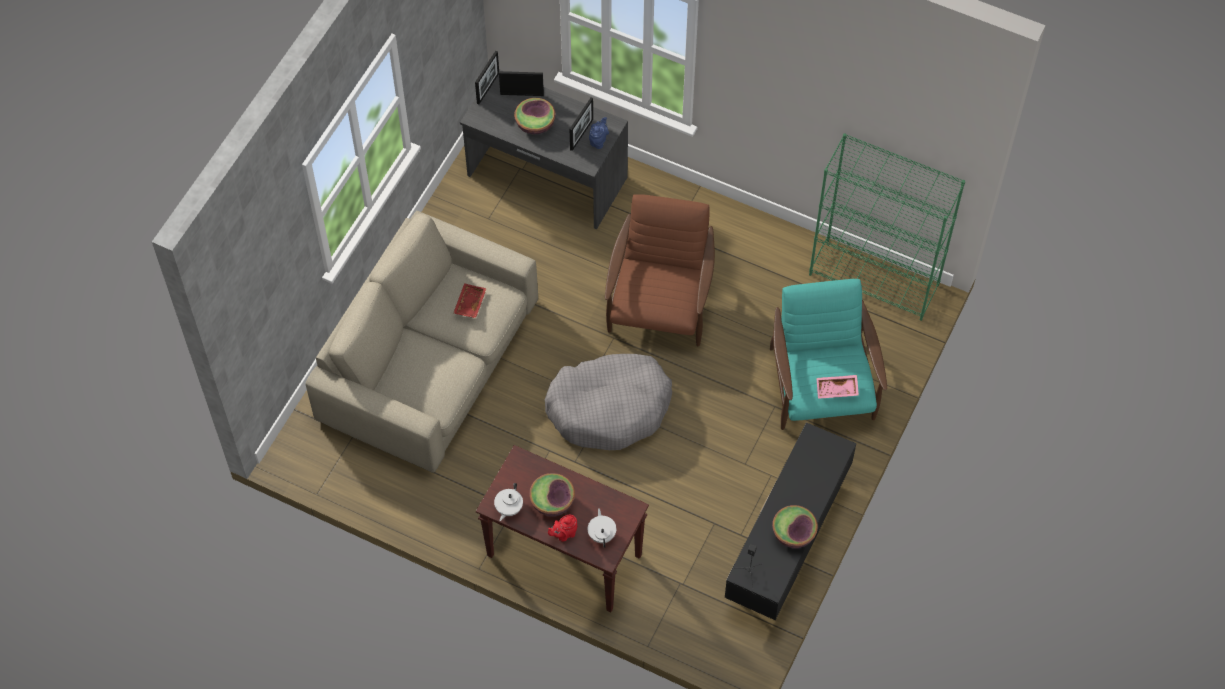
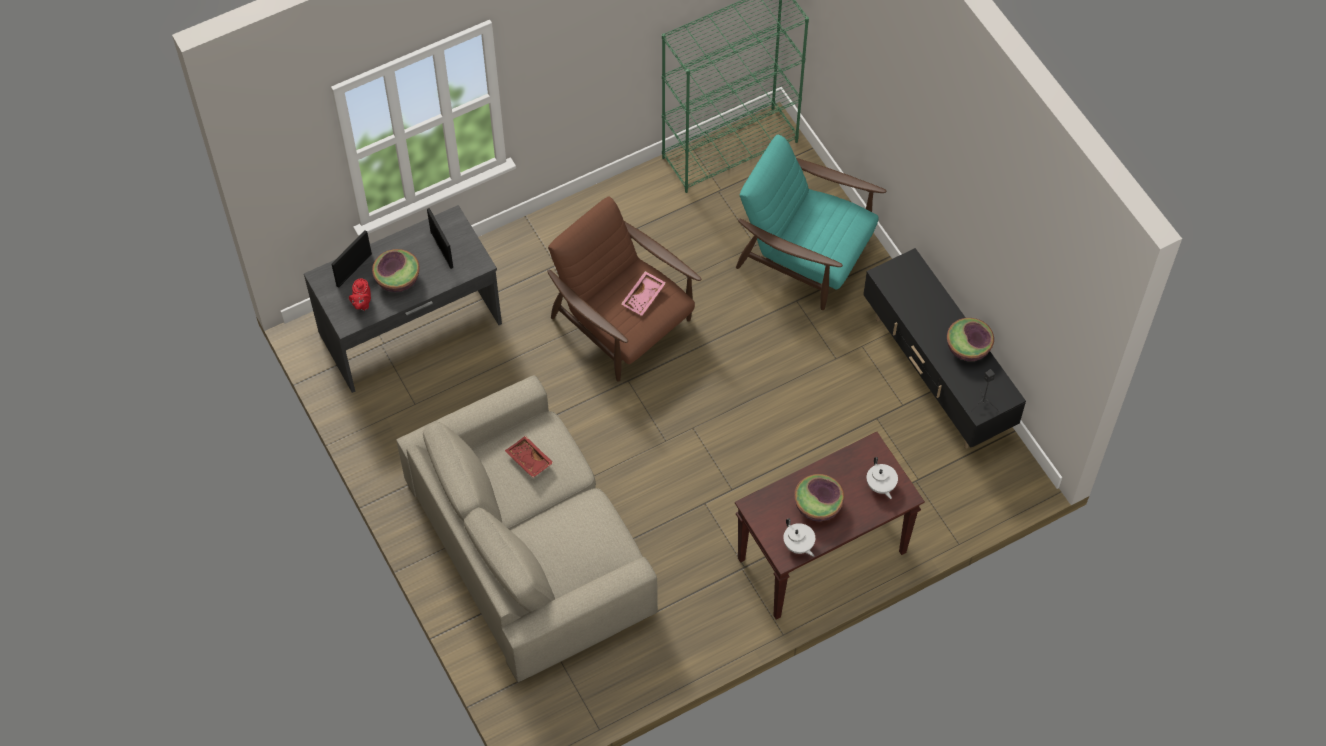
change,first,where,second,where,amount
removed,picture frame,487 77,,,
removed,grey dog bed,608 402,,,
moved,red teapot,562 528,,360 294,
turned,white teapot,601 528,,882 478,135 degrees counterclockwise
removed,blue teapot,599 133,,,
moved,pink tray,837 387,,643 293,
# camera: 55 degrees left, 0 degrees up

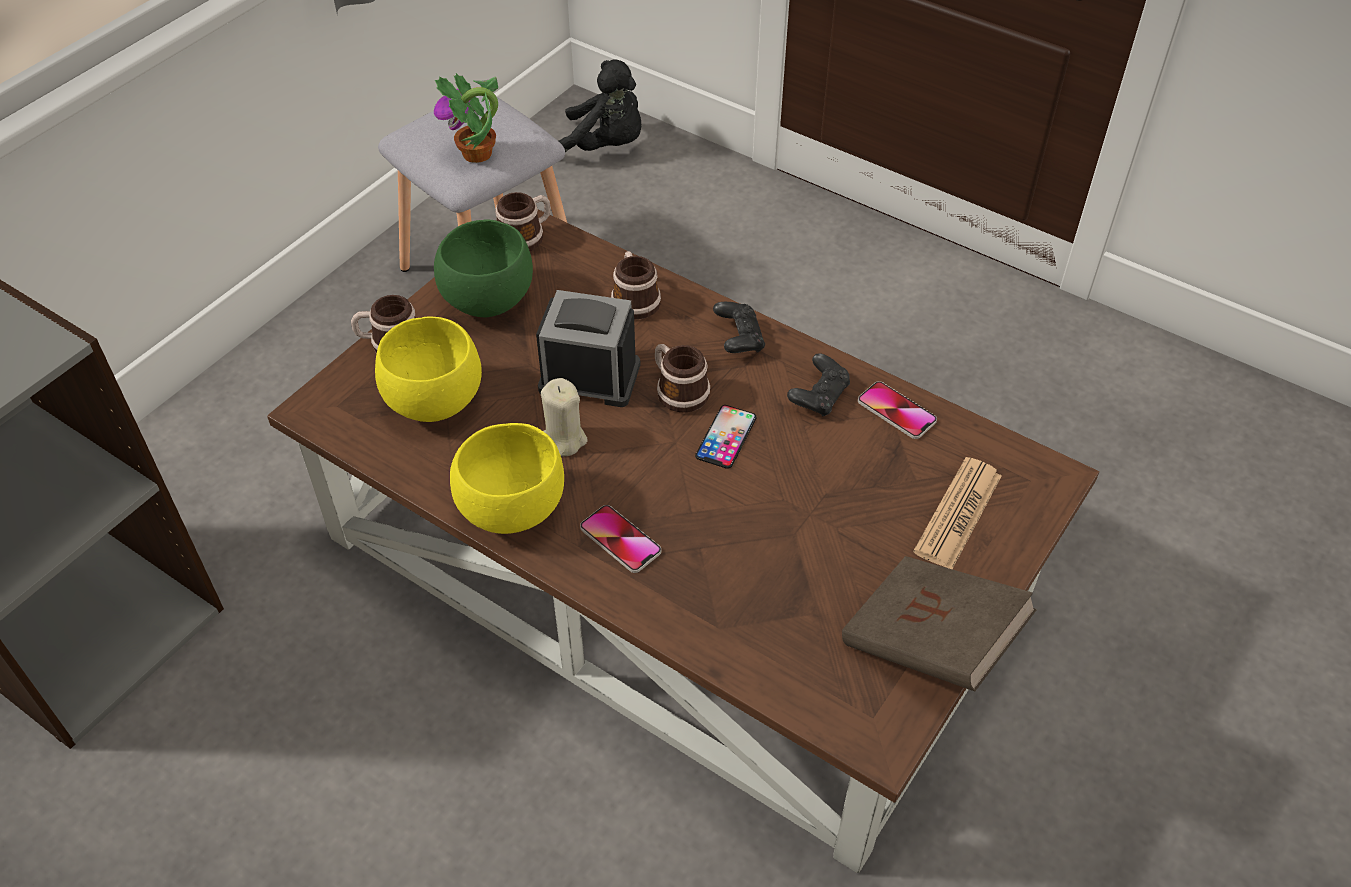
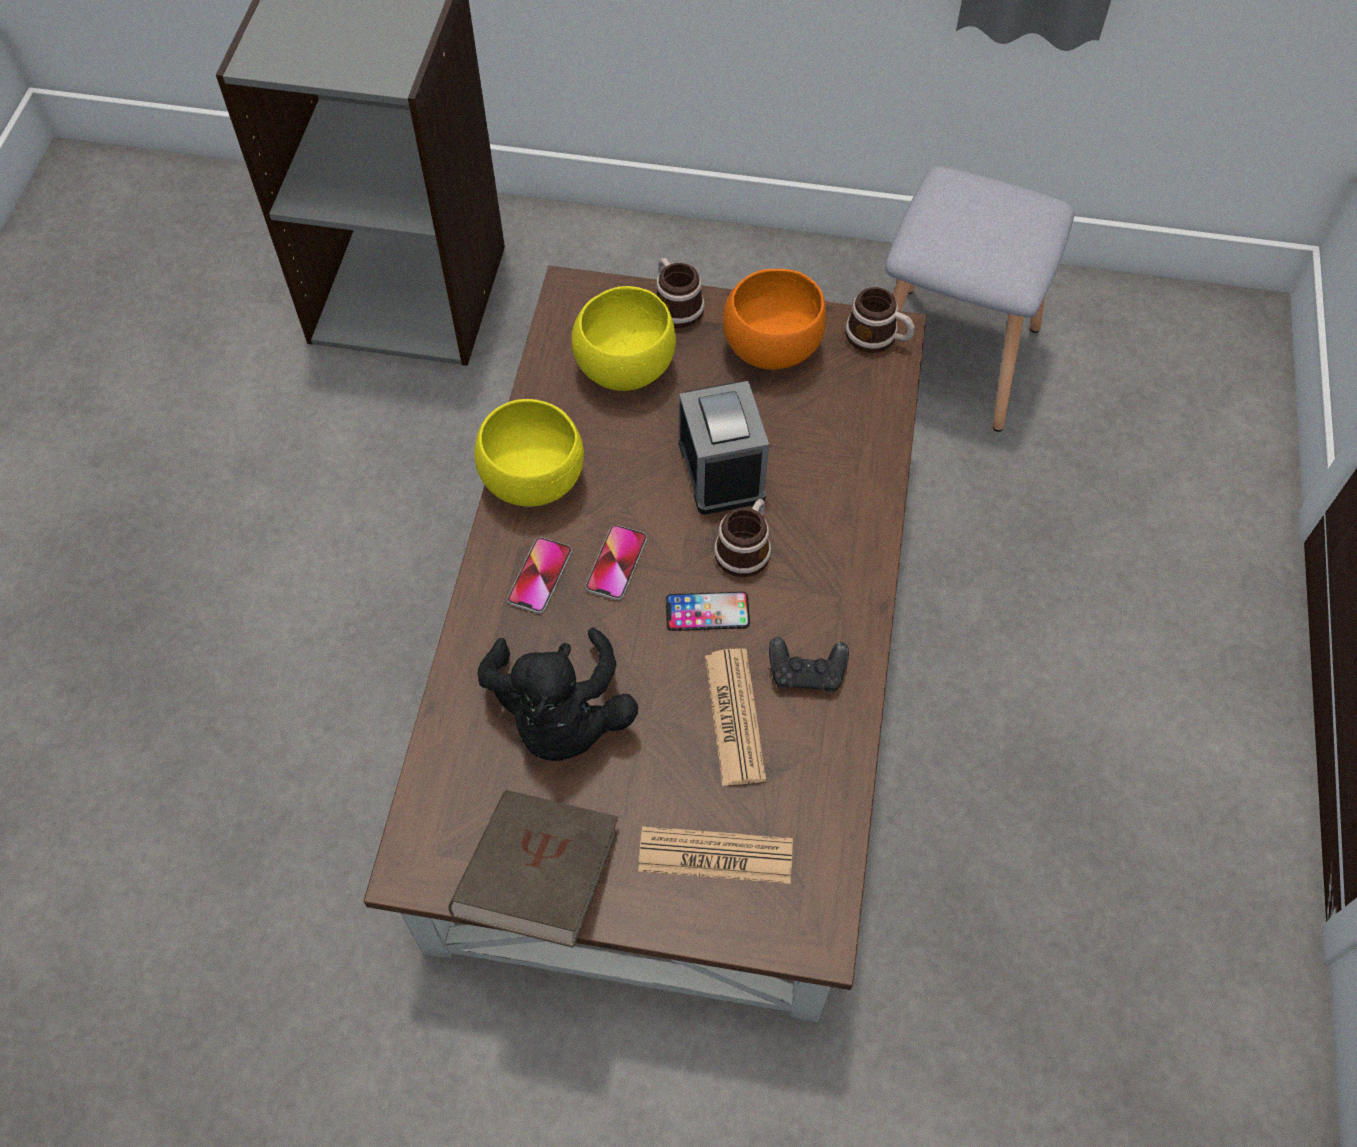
change,first,where,second,where,amount
removed,potted plant,466 118,,,
recoloured,green bowl,483 268,orange bowl,774 319,
removed,beige candle,564 417,,,
moved,black plush toy,600 106,,557 694,
removed,mug,636 285,,,
removed,black game controller,739 327,,,
moved,phone,897 410,,616 562,
added,,,newspaper,735 717,
# camera: 65 degrees right, 10 degrees up

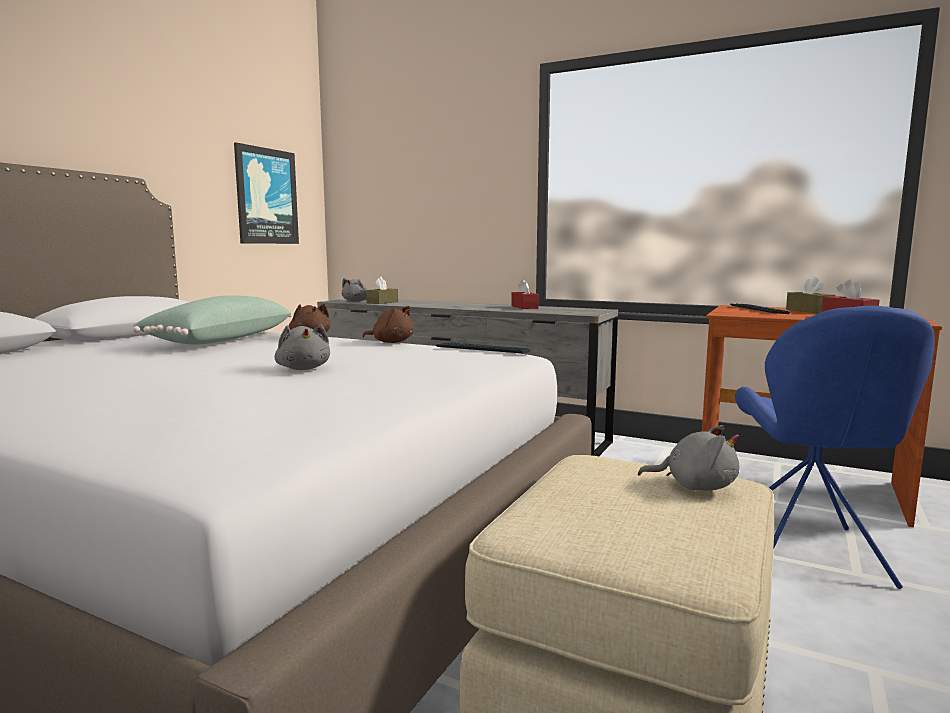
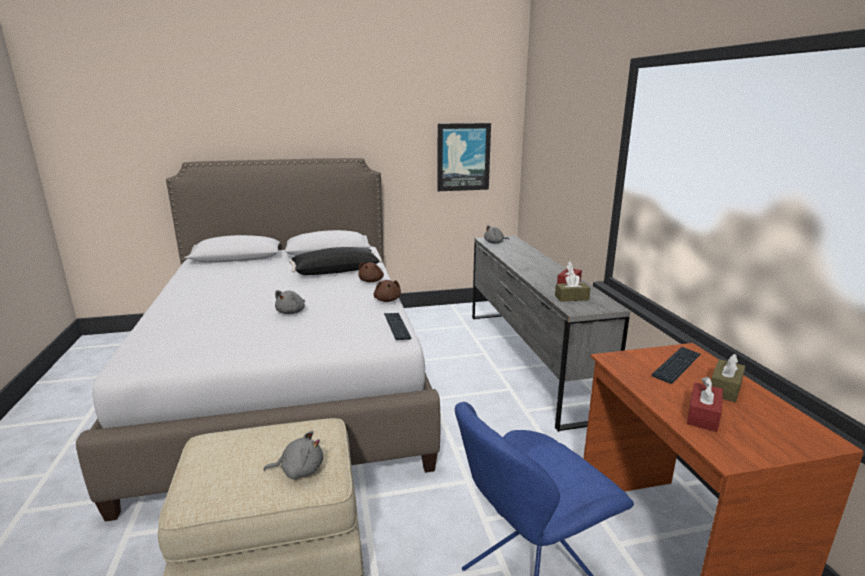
change,first,where,second,where,amount
recoloured,green pillow,212 320,black pillow,335 261,
moved,brown tissue box,382 290,,573 287,
turned,grey plush toy,689 458,,293 455,75 degrees counterclockwise
# camera: 50 degrees right, 10 degrees up

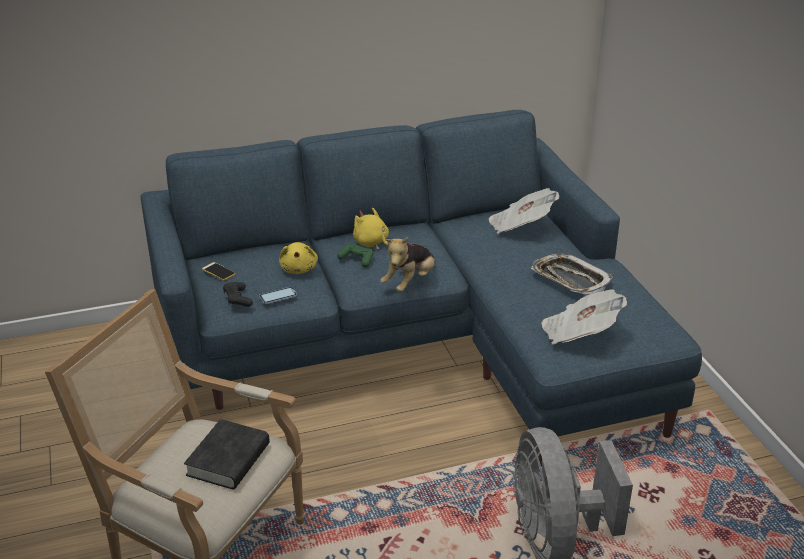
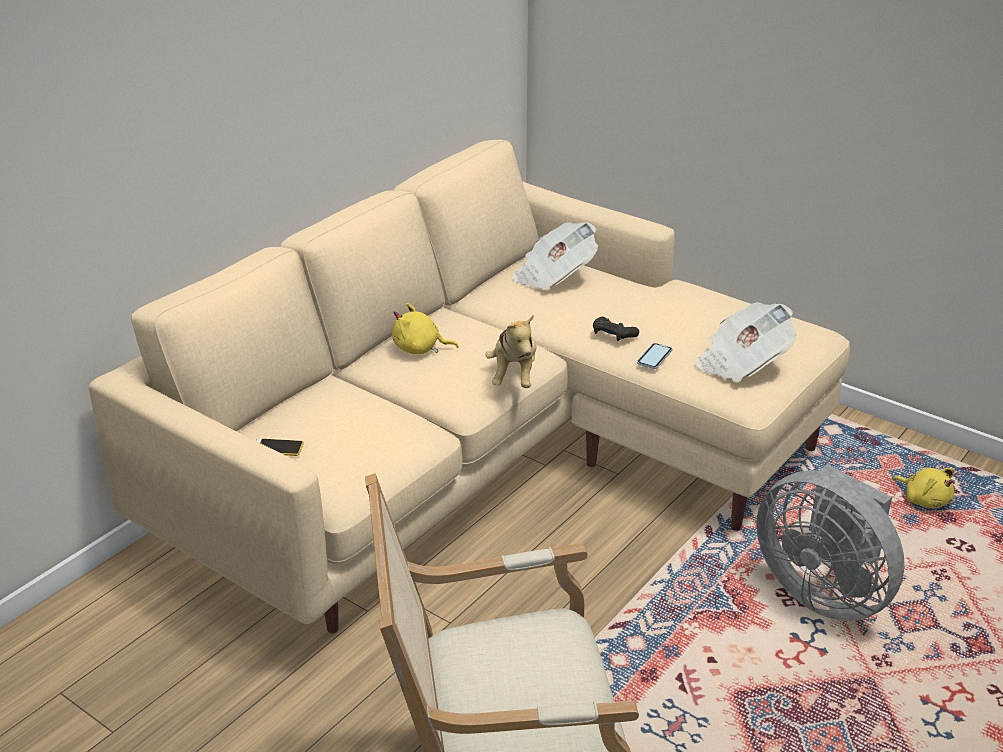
change,first,where,second,where,amount
recoloured,blue sofa,421 288,beige sofa,469 386,
removed,black book,227 454,,,
moved,black game controller,238 294,,616 329,
moved,phone,278 295,,654 356,
moved,yellow plush toy,298 258,,924 488,
removed,green game controller,355 255,,,
removed,tray,572 274,,,
# camera: 35 degrees left, 0 degrees up

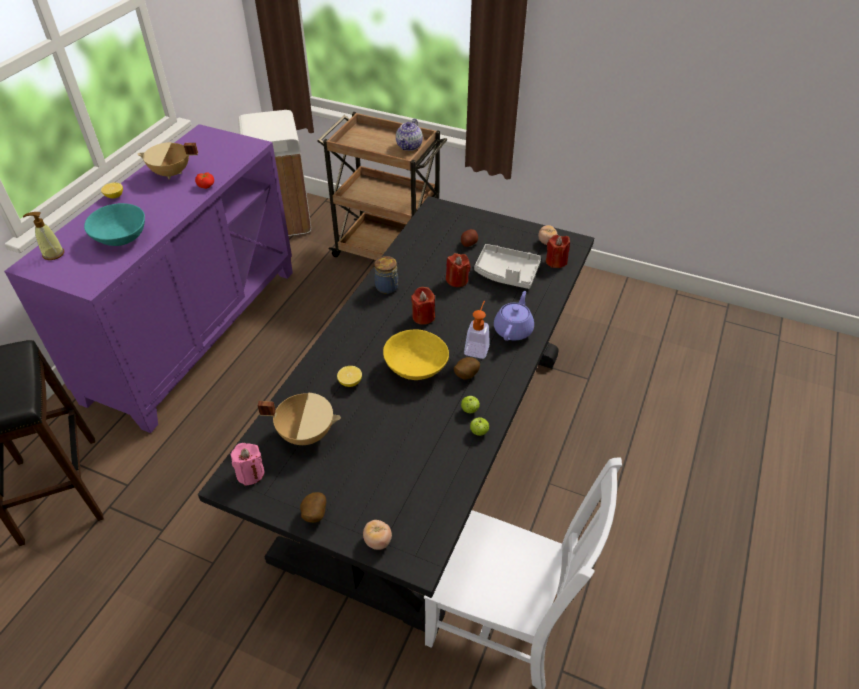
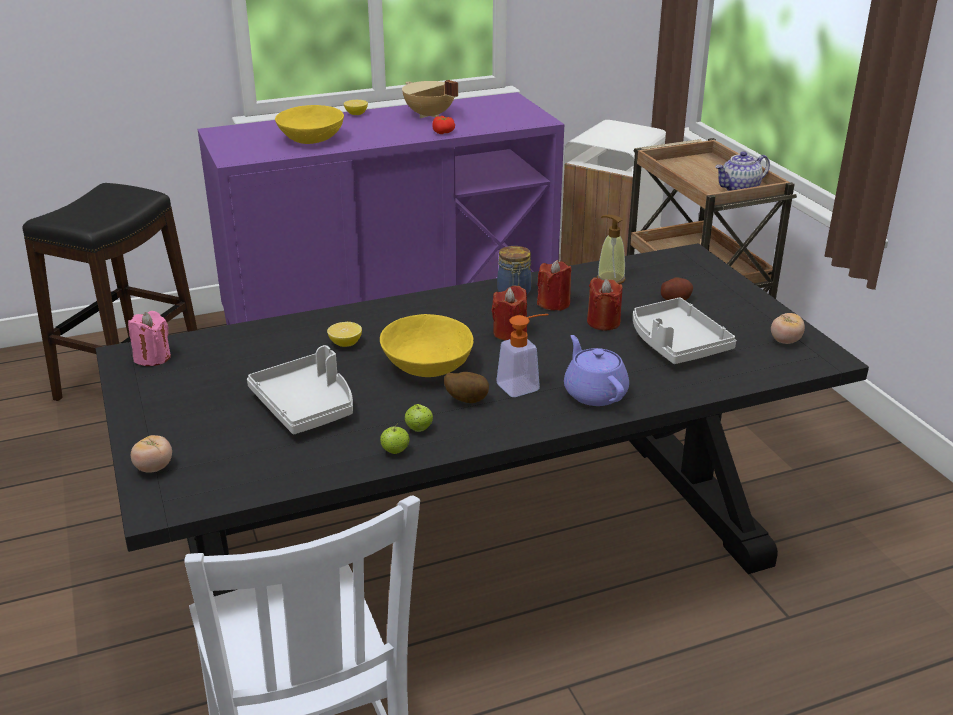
change,first,where,second,where,amount
moved,soap dispenser,43 236,,611 249,
recoloured,turquoise bowl,114 224,yellow bowl,309 124,
removed,beige cooking pot,299 419,,,
removed,potato,313 507,,,
turned,purple teapot,514 316,,596 370,90 degrees counterclockwise
moved,red candle,558 251,,554 285,
added,,,grey tray,300 389,
# camera: 45 degrees right, 15 degrees down

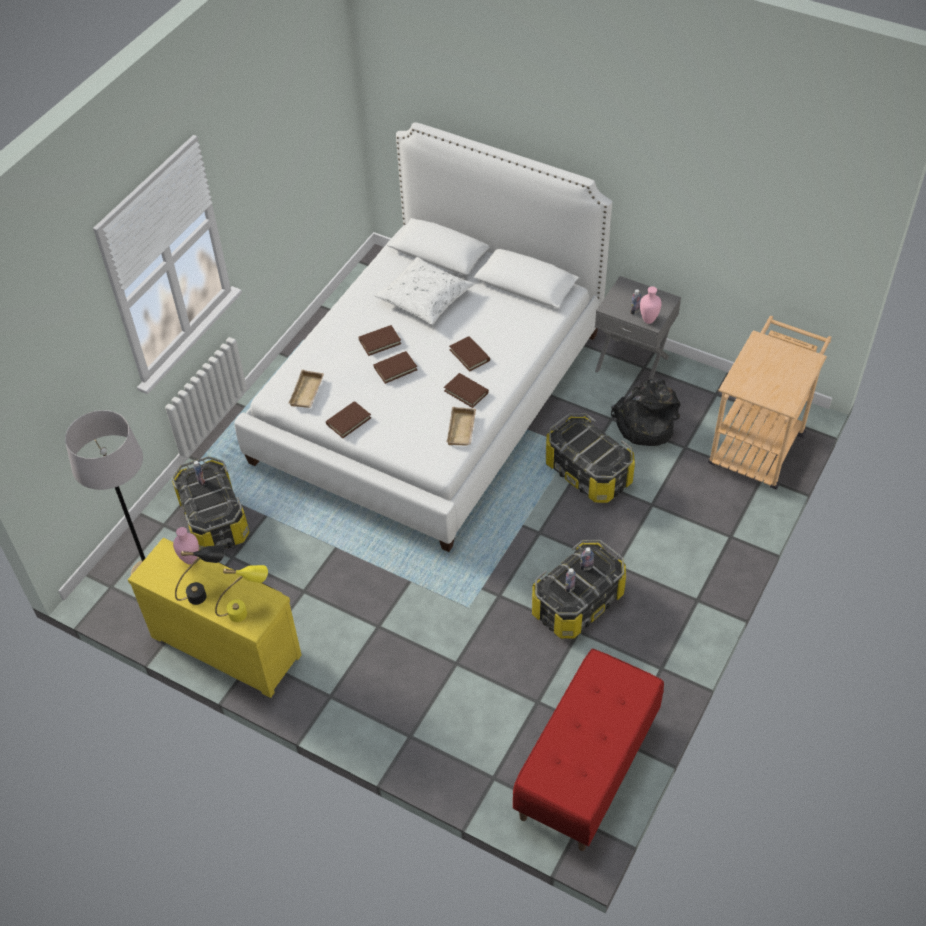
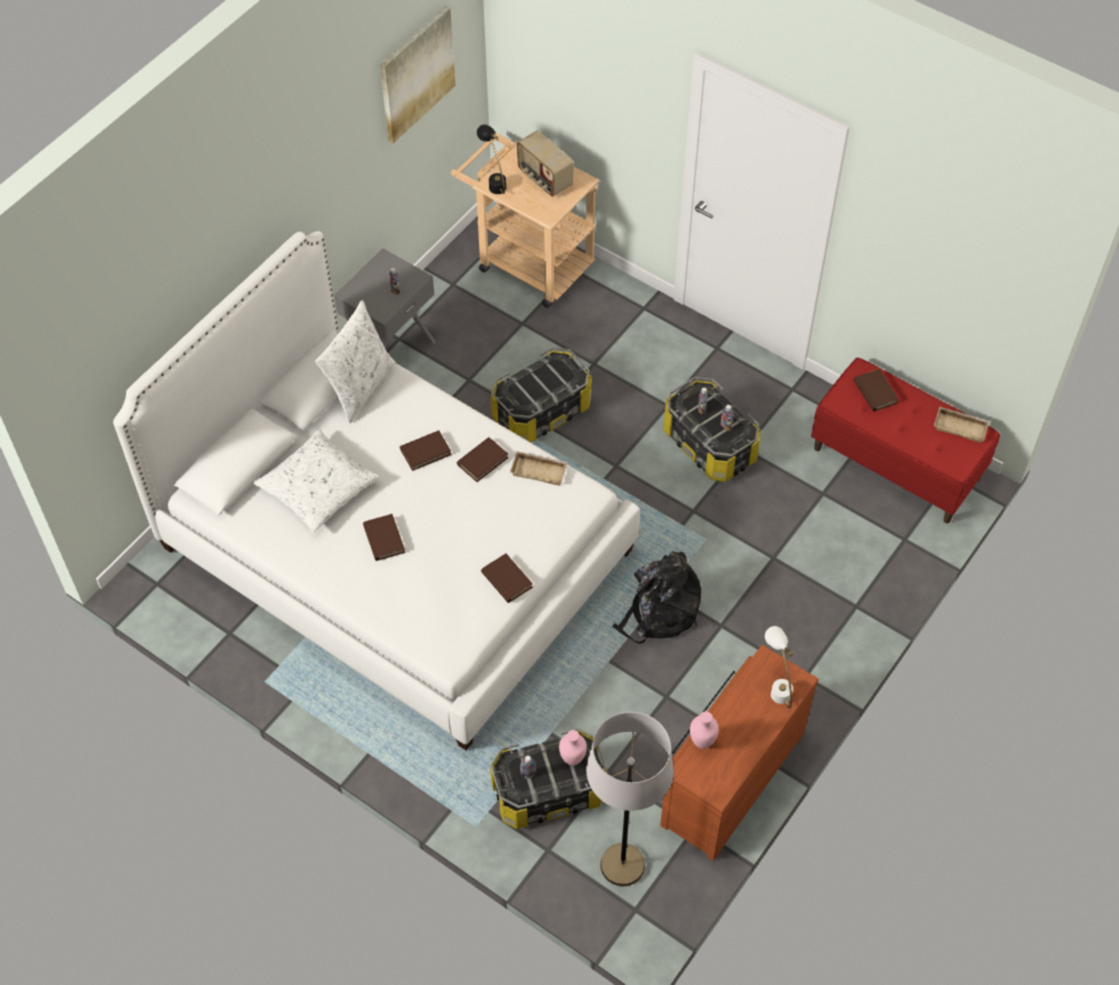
change,first,where,second,where,amount
recoloured,yellow dresser,214 618,brown dresser,739 753,
moved,black table lamp,200 575,,491 159,
recoloured,yellow table lamp,241 593,white table lamp,779 667,
moved,beige tray,306 389,,962 424,
moved,brown book,395 367,,876 390,
moved,black backpack,646 412,,656 597,
moved,pink vase,651 305,,573 748,
added,,,white pillow,355 361,
added,,,picture,417 74,
added,,,radio,545 163,
# camera: 85 degrees left, 5 degrees up

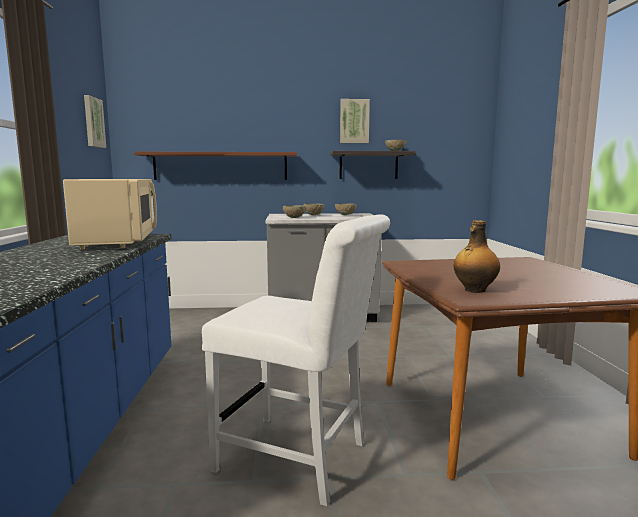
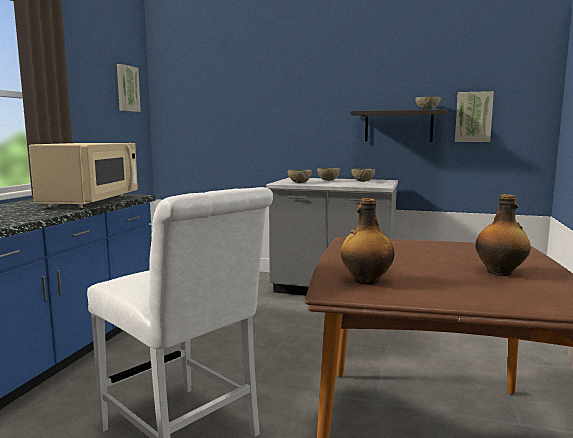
change,first,where,second,where,amount
removed,brown shelf,215 166,,,
moved,picture,355 121,,474 116,
added,,,bottle,503 235,
# camera: 20 degrees right, 0 degrees up

